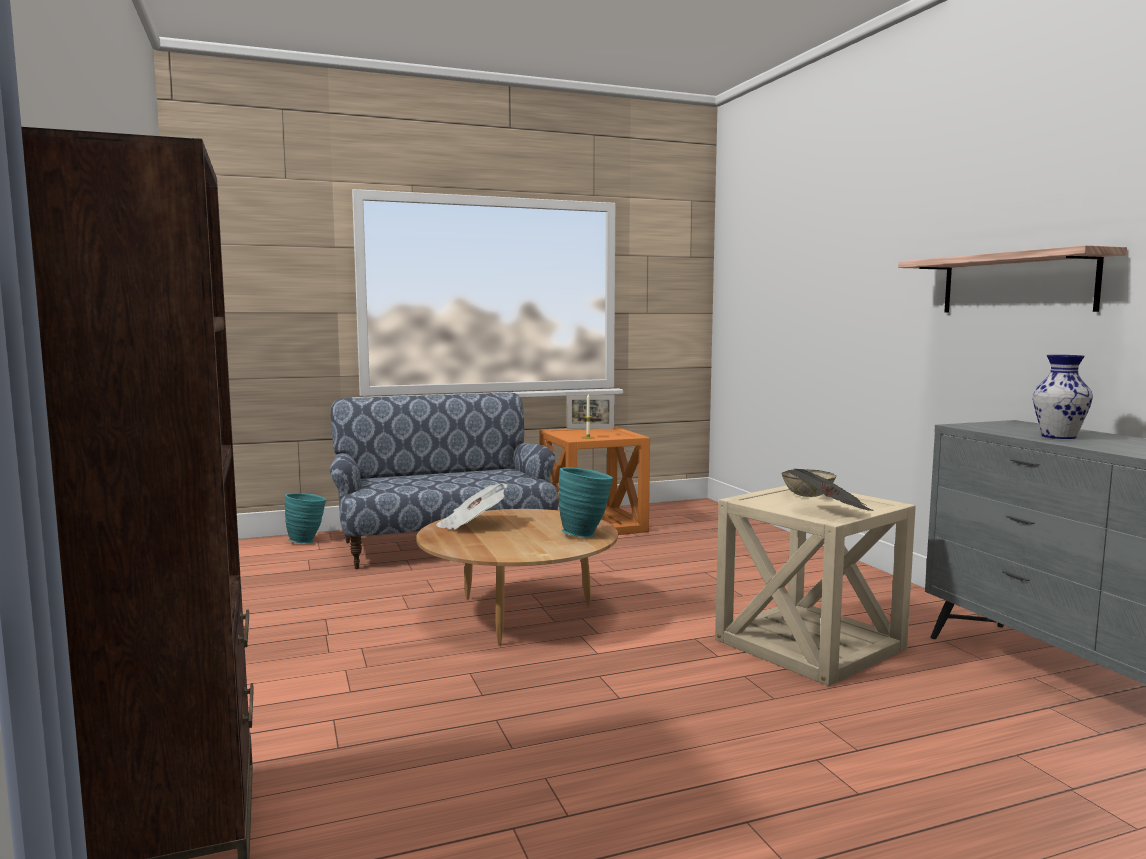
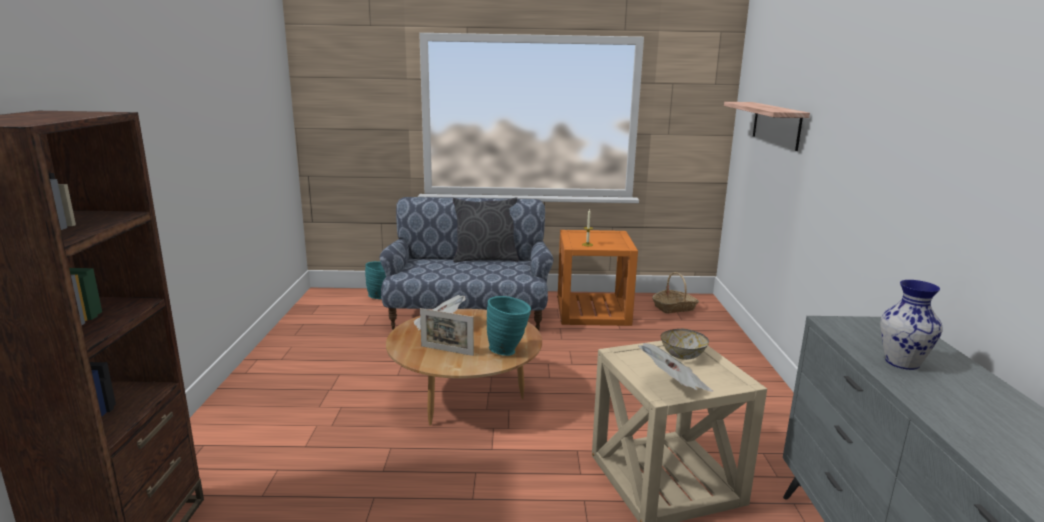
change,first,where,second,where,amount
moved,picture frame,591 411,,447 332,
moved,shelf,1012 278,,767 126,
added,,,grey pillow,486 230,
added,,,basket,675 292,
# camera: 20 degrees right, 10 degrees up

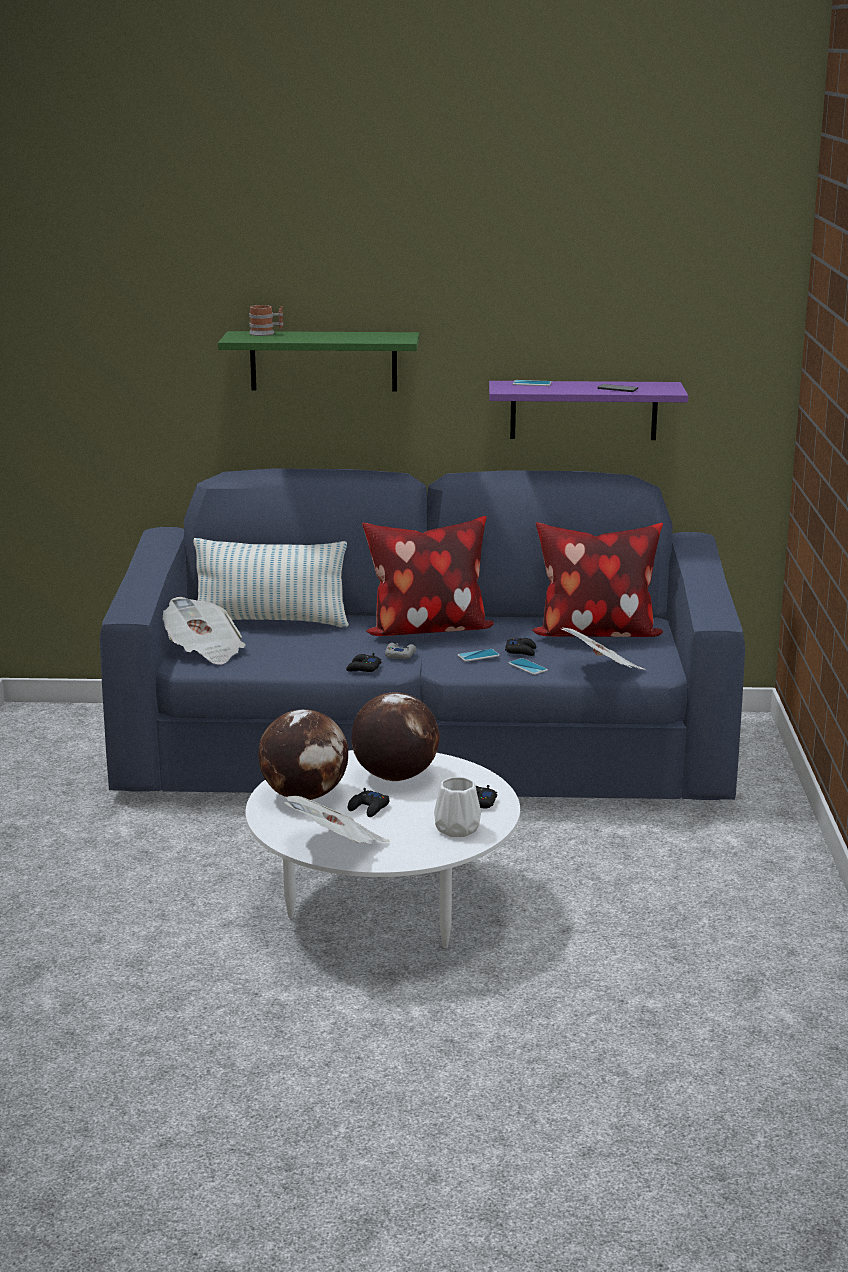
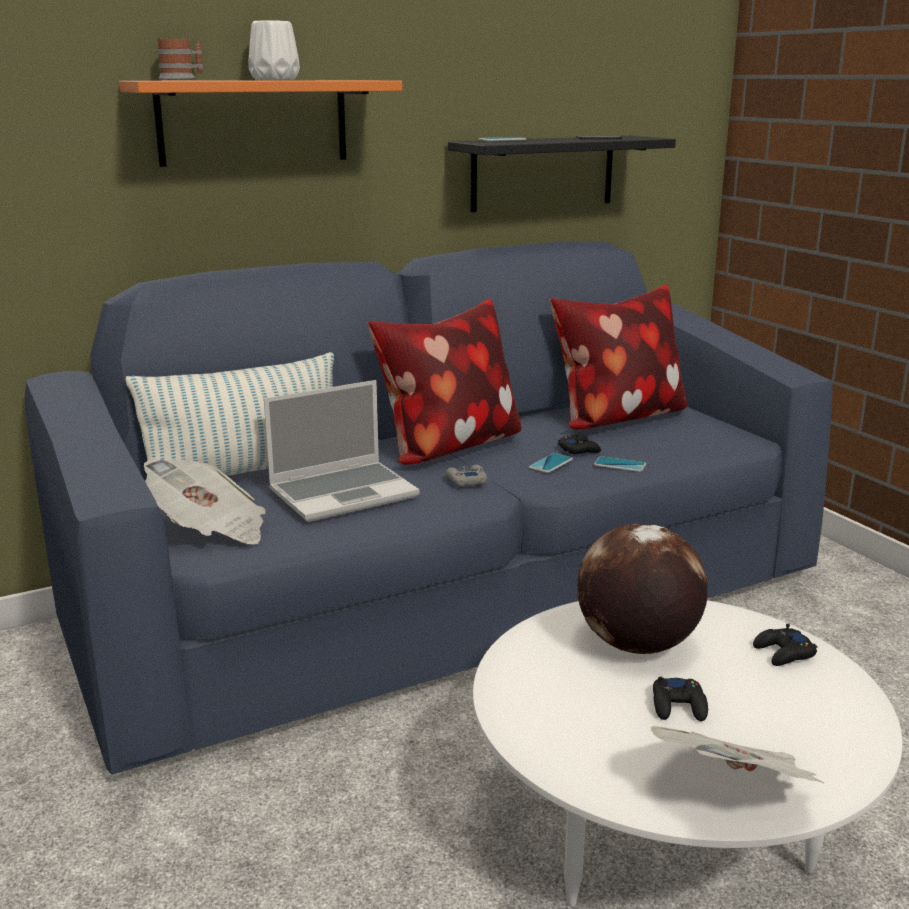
change,first,where,second,where,amount
recoloured,green shelf,318 361,orange shelf,260 123,
removed,globe,303 754,,,
removed,black game controller,363 662,,,
moved,white vase,457 807,,274 50,
recoloured,purple shelf,588 410,black shelf,562 174,
removed,newspaper,604 649,,,
added,,,laptop,342 451,
# camera: 30 degrees left, 0 degrees up

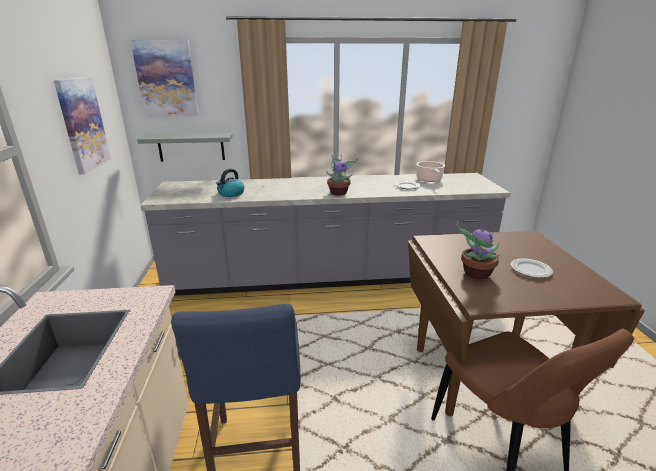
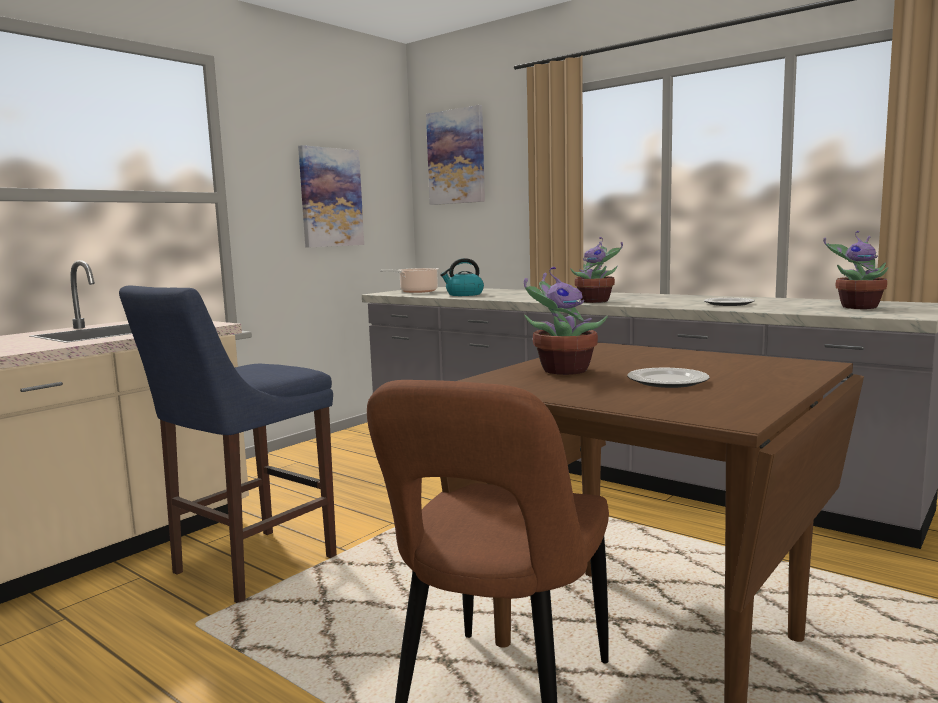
change,first,where,second,where,amount
removed,grey shelf,185 147,,,
moved,cooking pot,430 171,,409 280,
added,,,potted plant,856 270,
# camera: 45 degrees right, 15 degrees down

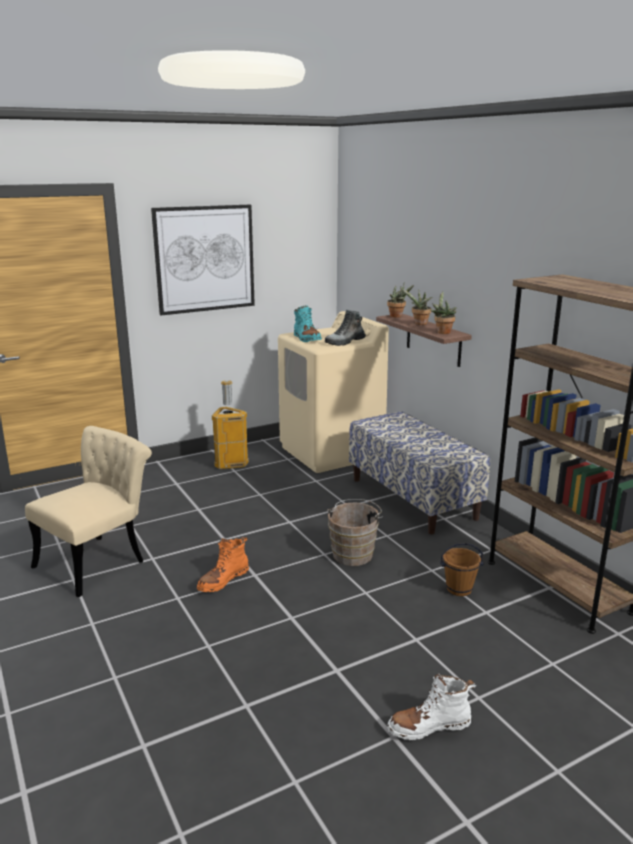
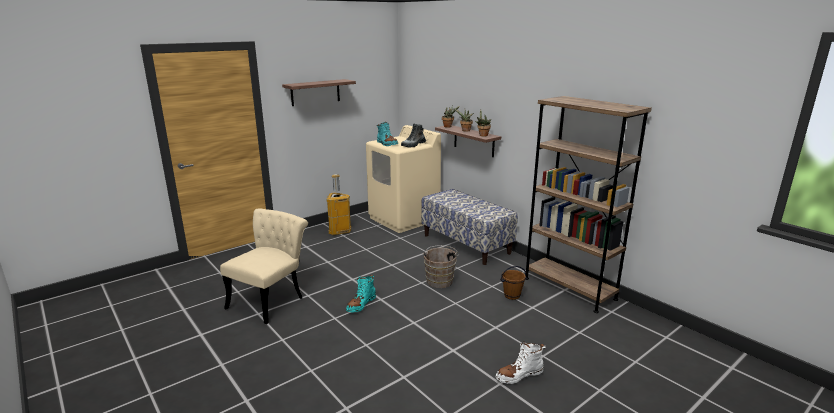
change,first,where,second,where,amount
replaced,picture,203 260,shelf,319 92,
recoloured,orange boot,223 564,turquoise boot,361 294,
# camera: 10 degrees left, 0 degrees up

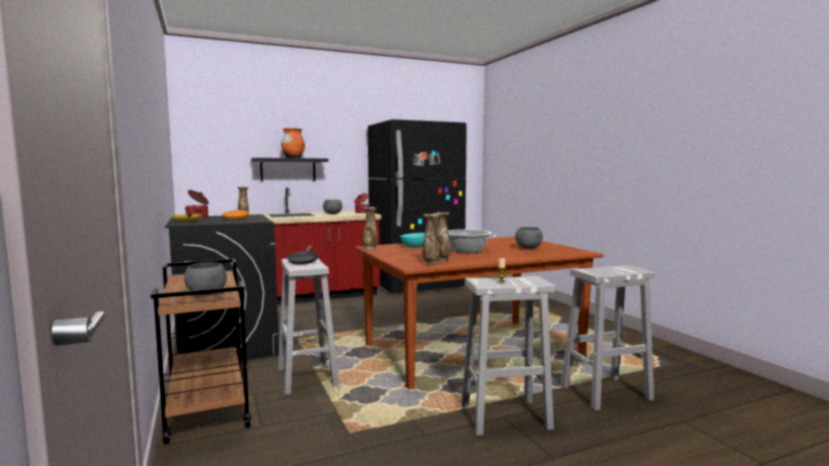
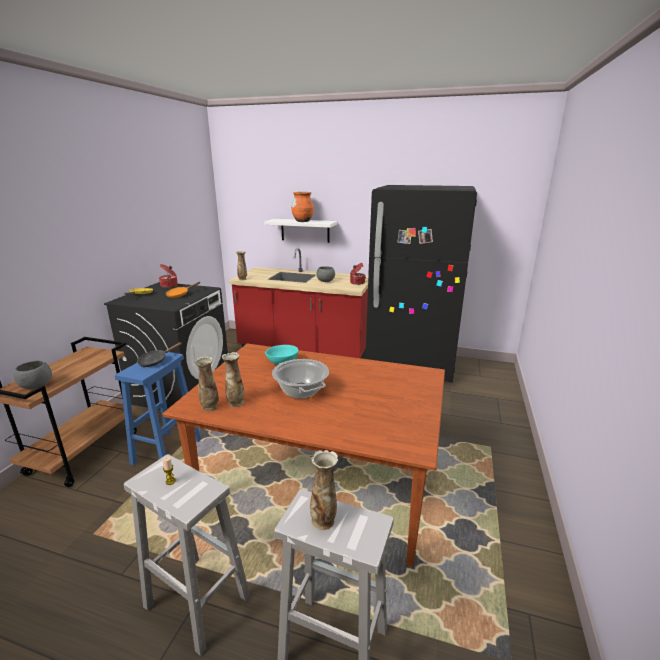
change,first,where,second,where,amount
recoloured,black shelf,290 170,white shelf,300 231,
recoloured,white stool,308 326,blue stool,158 408,
moved,vase,370 228,,324 490,
removed,grey bowl,529 238,,,
# camera: 40 degrees right, 15 degrees up

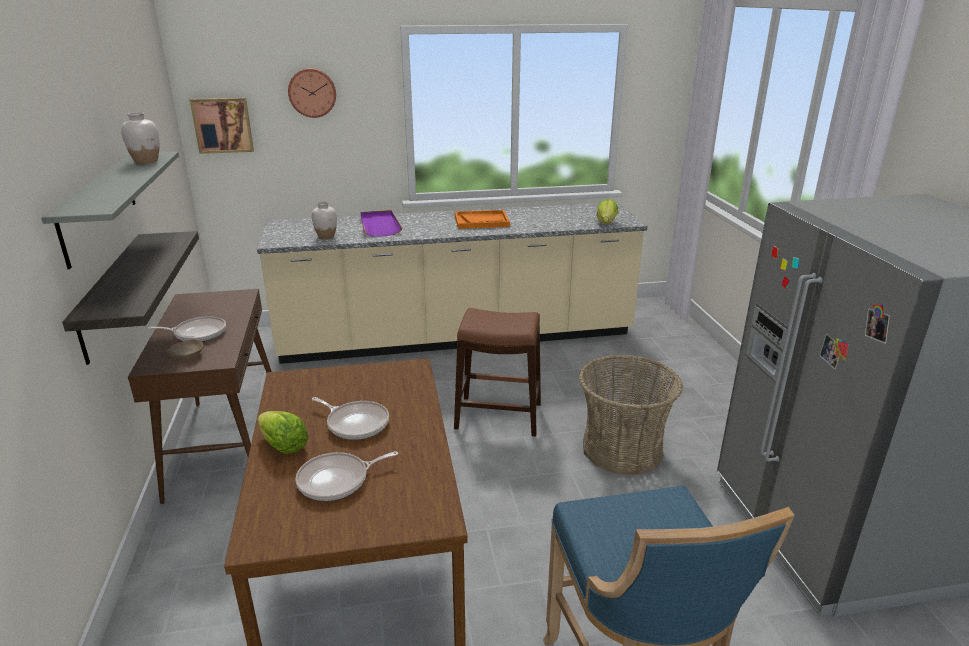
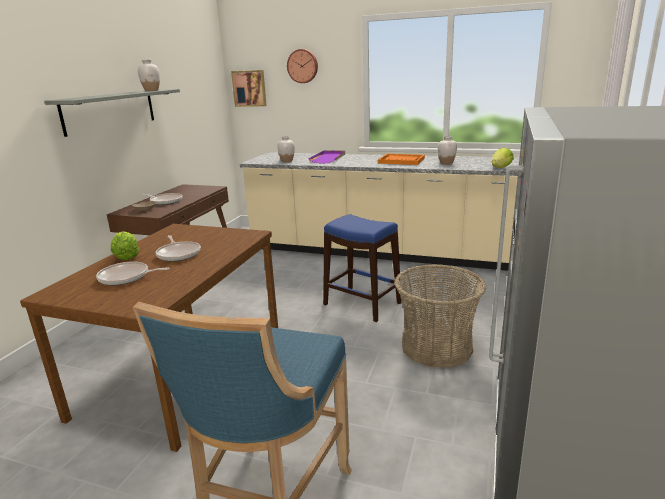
change,first,where,second,where,amount
removed,shelf,130 298,,,
recoloured,brown stool,497 372,blue stool,362 268,
added,,,white vase,447 150,
# camera: 30 degrees right, 5 degrees down

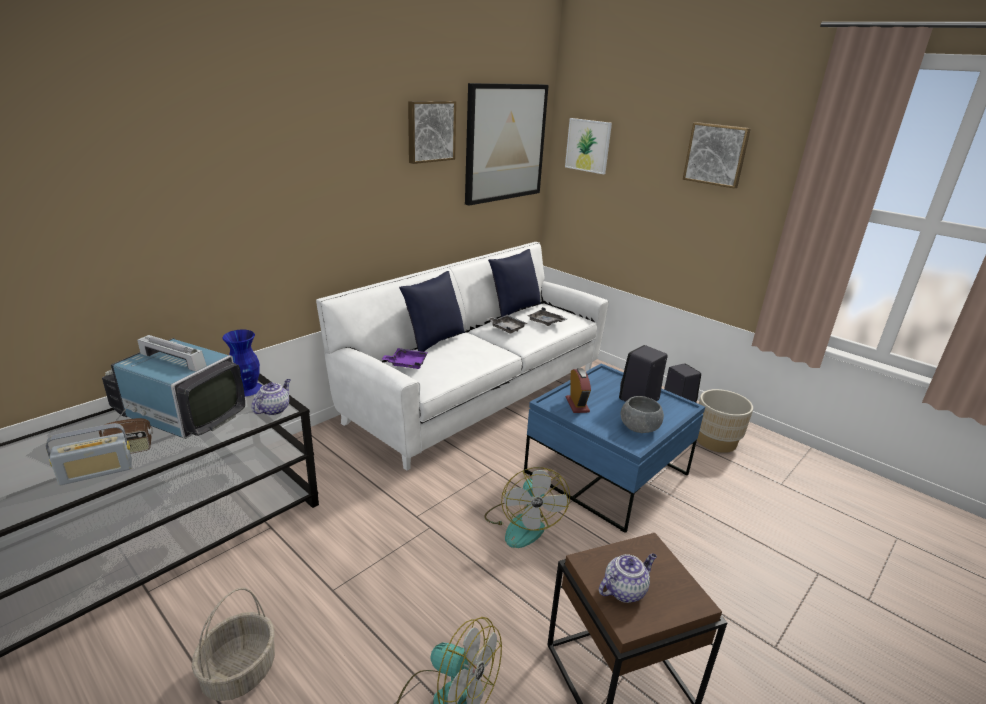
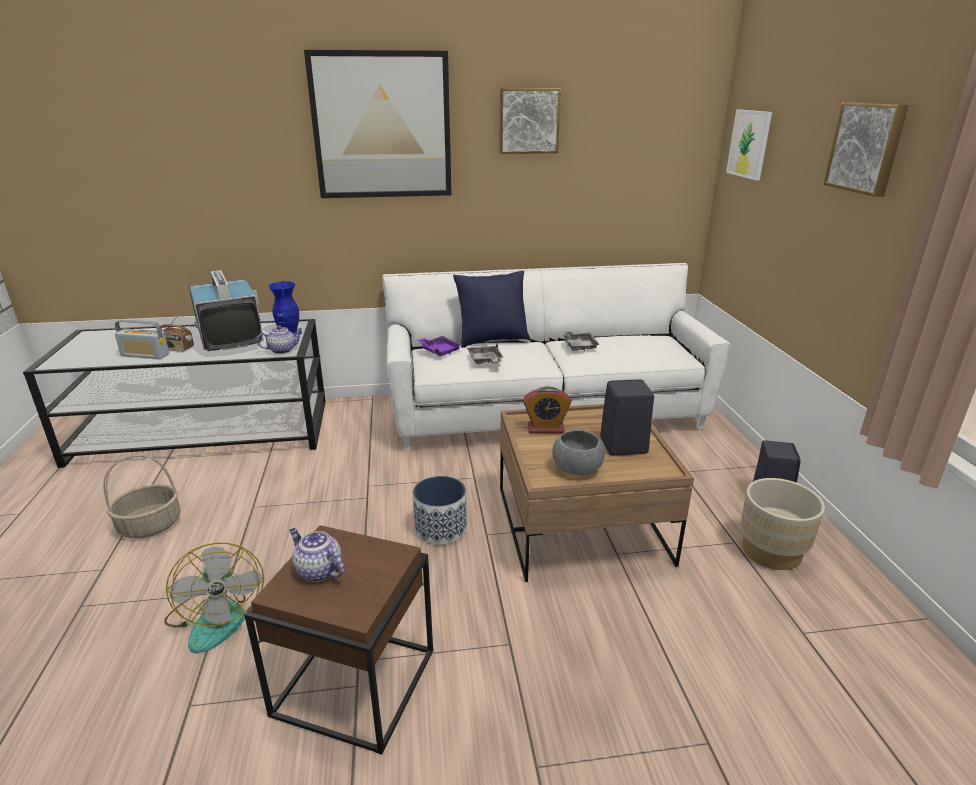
change,first,where,second,where,amount
moved,picture,507 144,,378 124,
replaced,fan,527 507,planter,440 510,
removed,blue pillow,514 283,,,
recoloured,blue coffee table,614 448,brown coffee table,597 493,
moved,grey tray,547 316,,485 354,
turned,alarm clock,578 390,,547 409,60 degrees clockwise
turned,teapot,628 578,,316 555,150 degrees counterclockwise
# camera: 40 degrees right, 0 degrees up

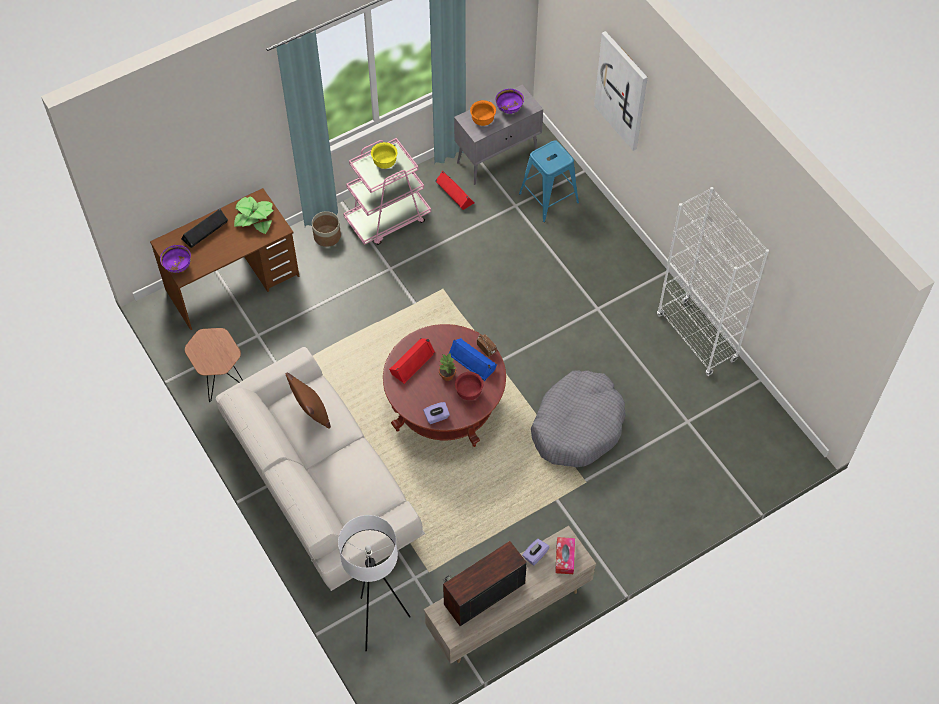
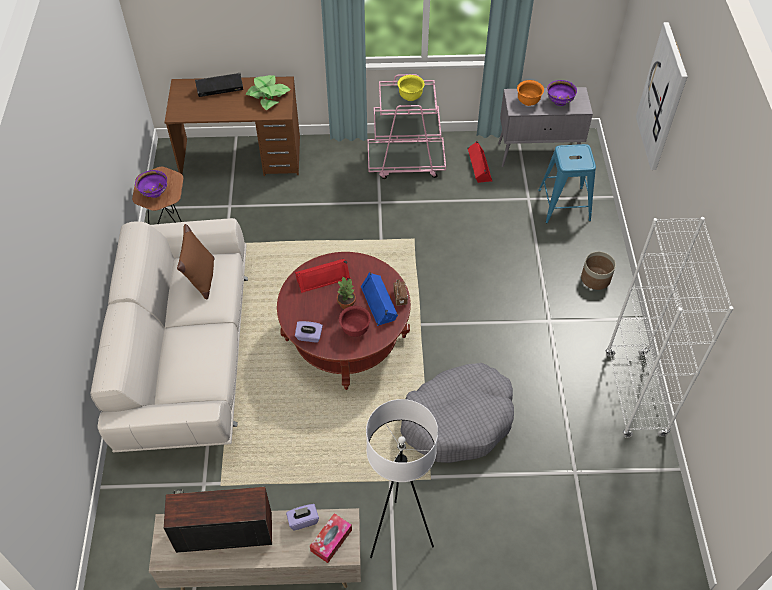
change,first,where,second,where,amount
moved,purple bowl,175 259,,151 184,
moved,planter,326 229,,598 270,
moved,white floor lamp,374 583,,402 478,
# camera: 30 degrees right, 5 degrees down

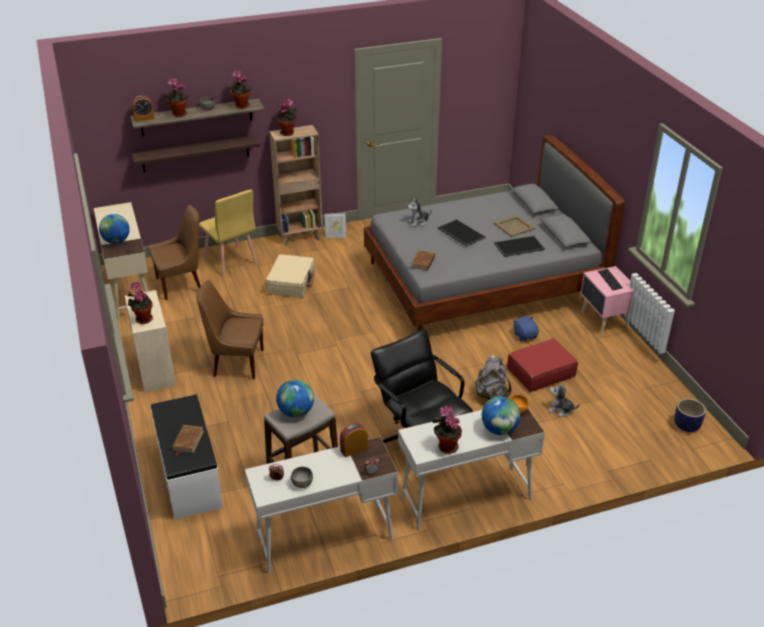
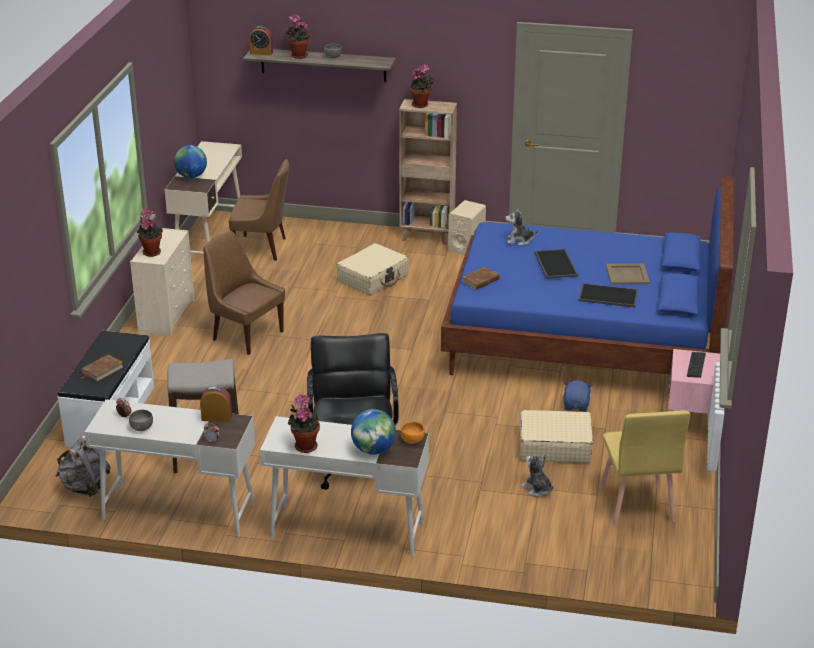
change,first,where,second,where,amount
removed,shelf,196 153,,,
moved,yellow chair,228 233,,644 468,
removed,potted plant,240 89,,,
removed,globe,295 398,,,
replaced,picture frame,335 225,beige speaker,467 227,
recoloured,grey bed,494 233,blue bed,587 275,
moved,grey backpack,493 377,,83 466,
recoloured,red suitcase,542 365,beige suitcase,556 436,
removed,planter,690 415,,,
# camera: 30 degrees right, 5 degrees down

